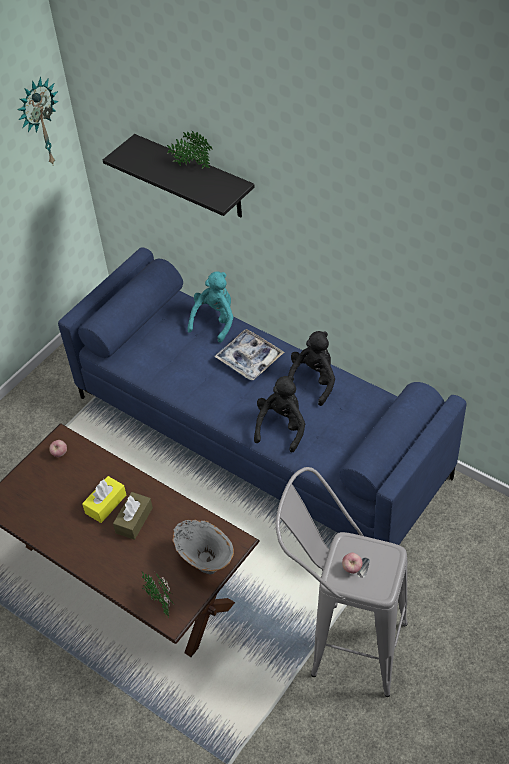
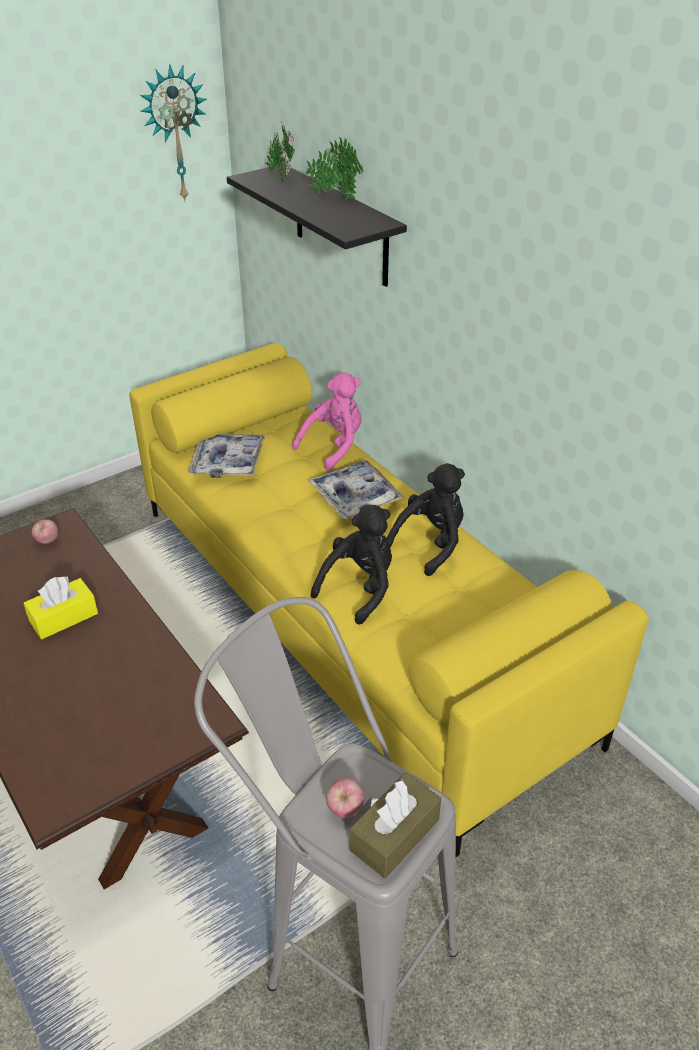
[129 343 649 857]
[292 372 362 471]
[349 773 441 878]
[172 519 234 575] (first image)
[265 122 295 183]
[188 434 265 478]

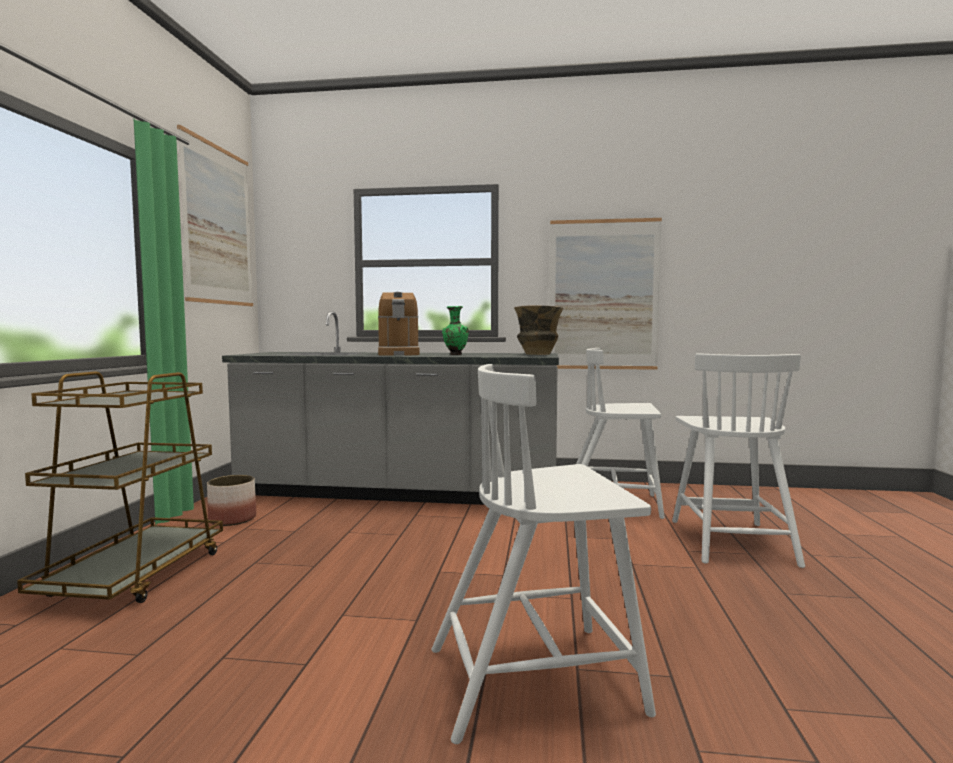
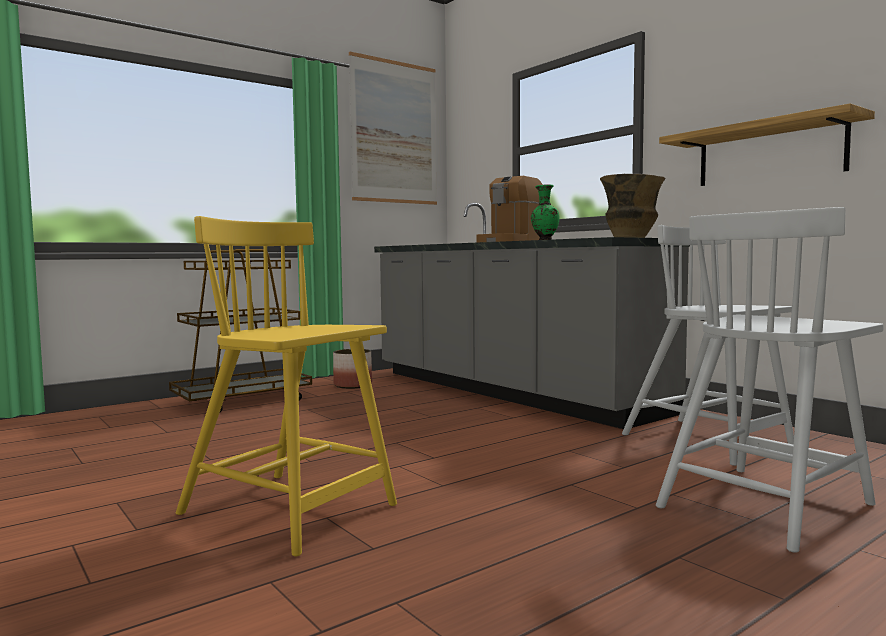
[659 103 875 186]
[176 216 397 556]

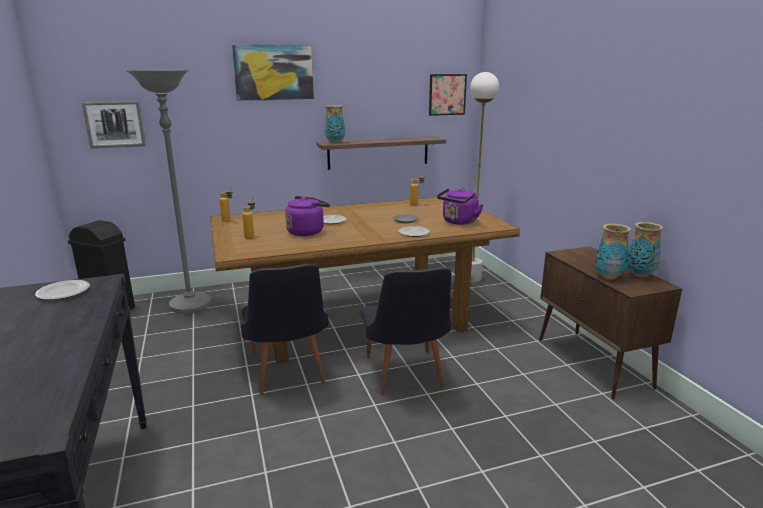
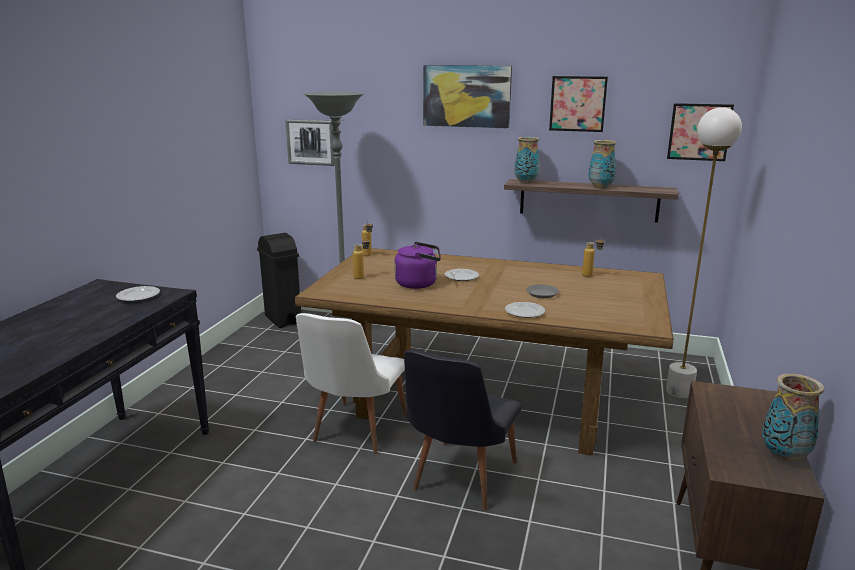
[437 188 483 225] (first image)
[588 140 617 189]
[296 313 407 454]
[549 76 608 132]

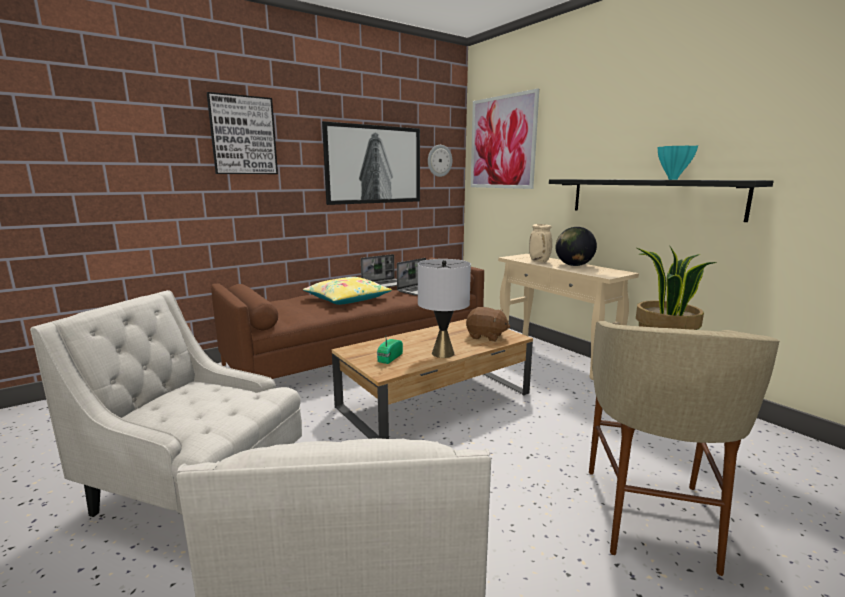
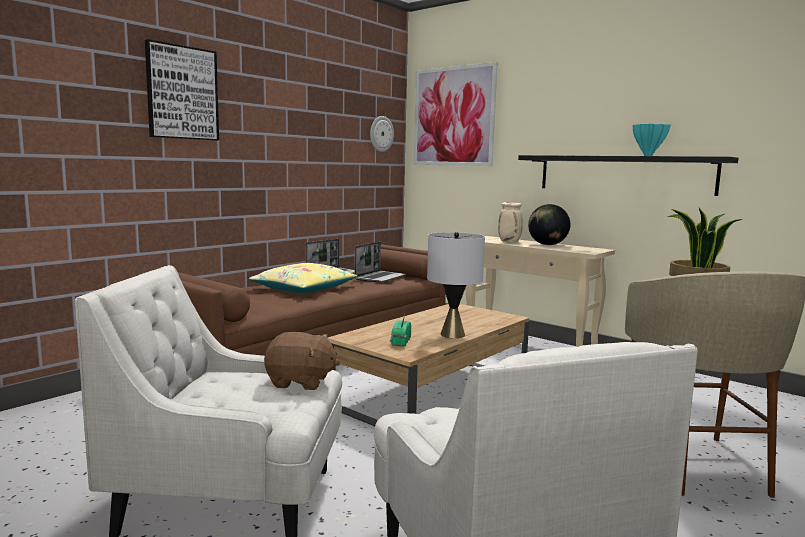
[322 121 420 205] (first image)
[264 332 340 390]

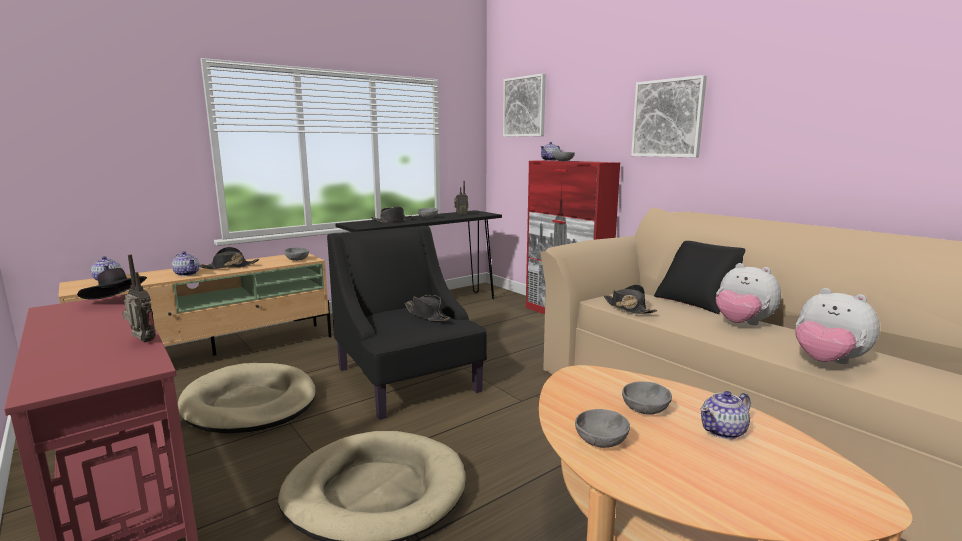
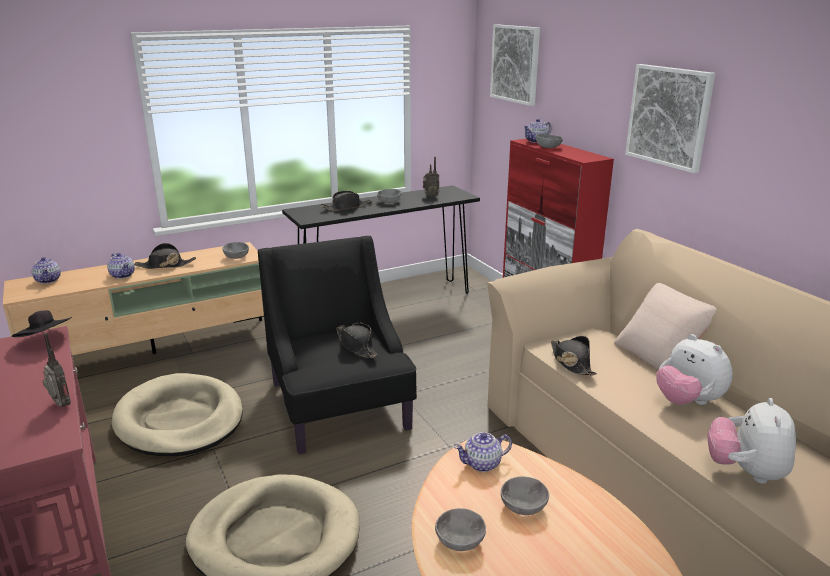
[614 283 716 370]
[707 398 796 484]
[454 432 512 472]

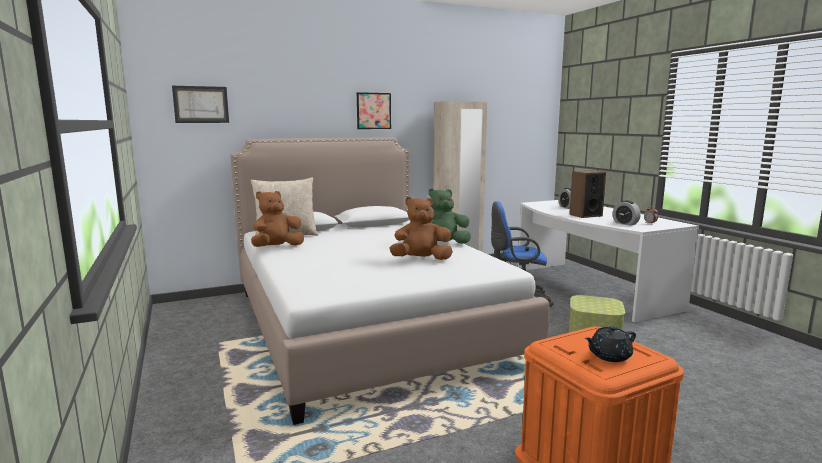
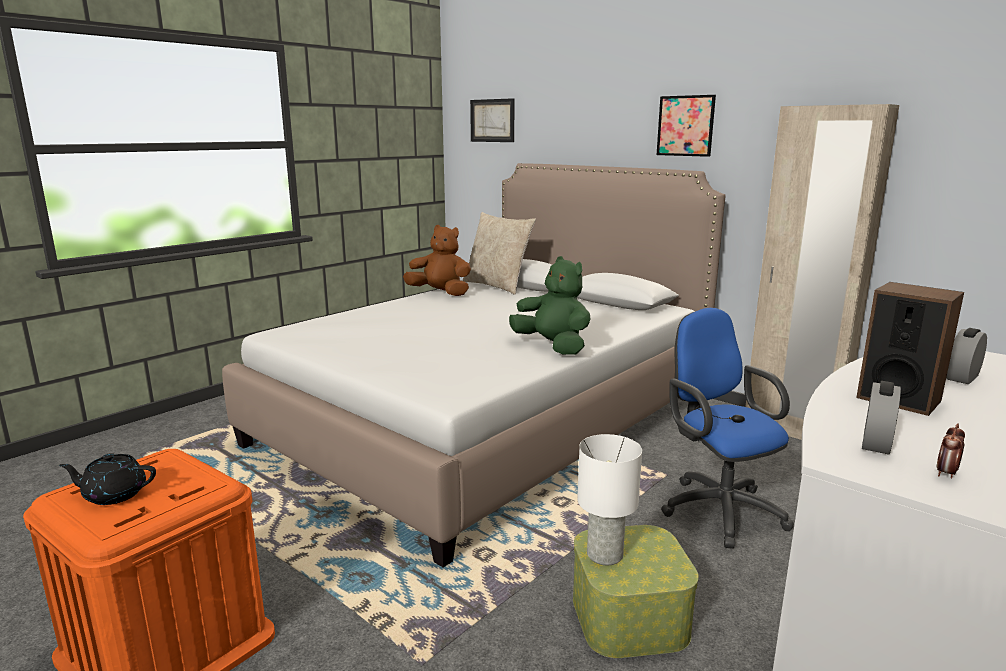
[390 197 453 260] (first image)
[59 453 156 505]
[577 434 642 565]

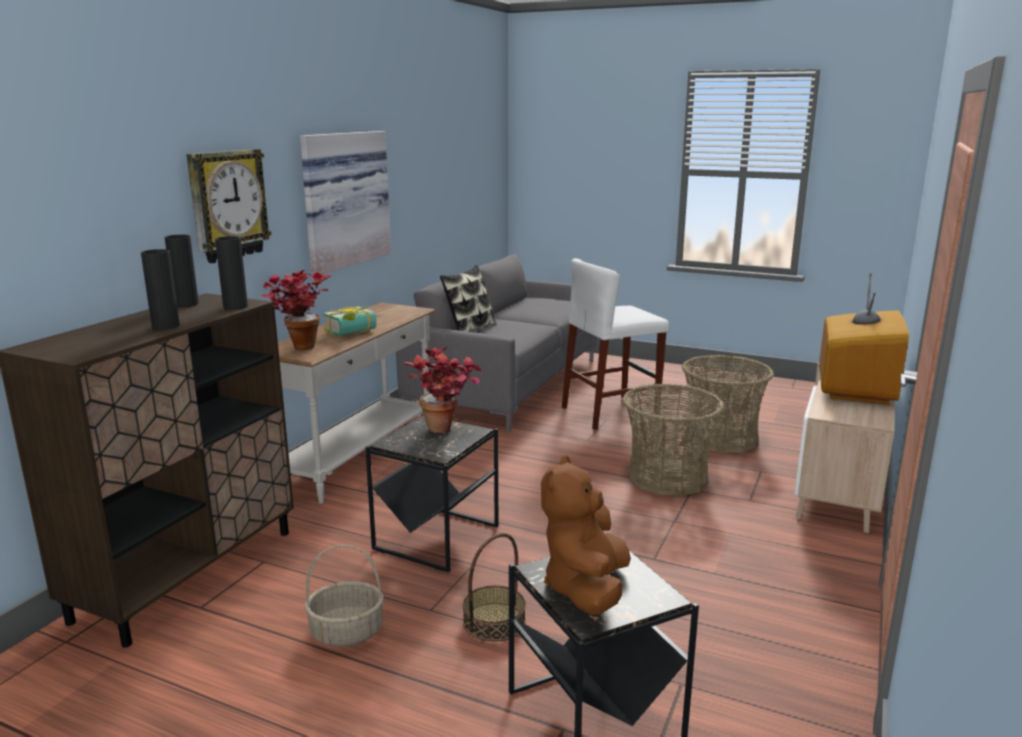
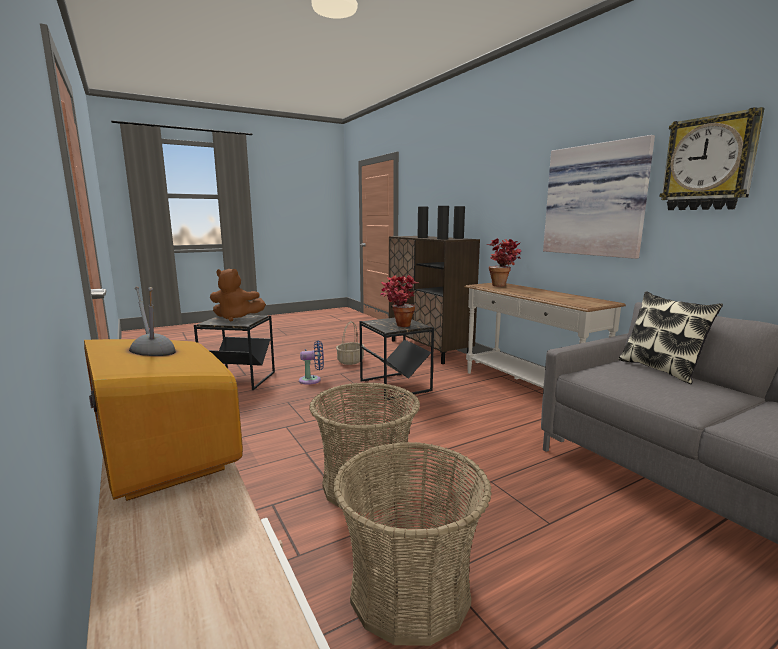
[659 107 765 210]
[562 258 669 430] (first image)
[323 306 377 336] (first image)
[210 269 266 322]
[299 340 324 385]

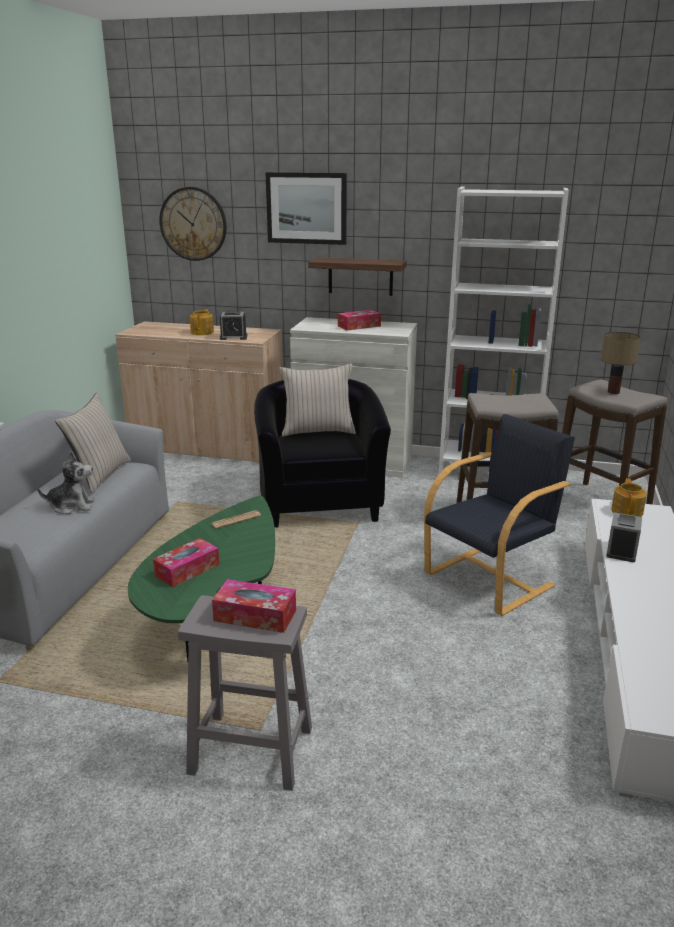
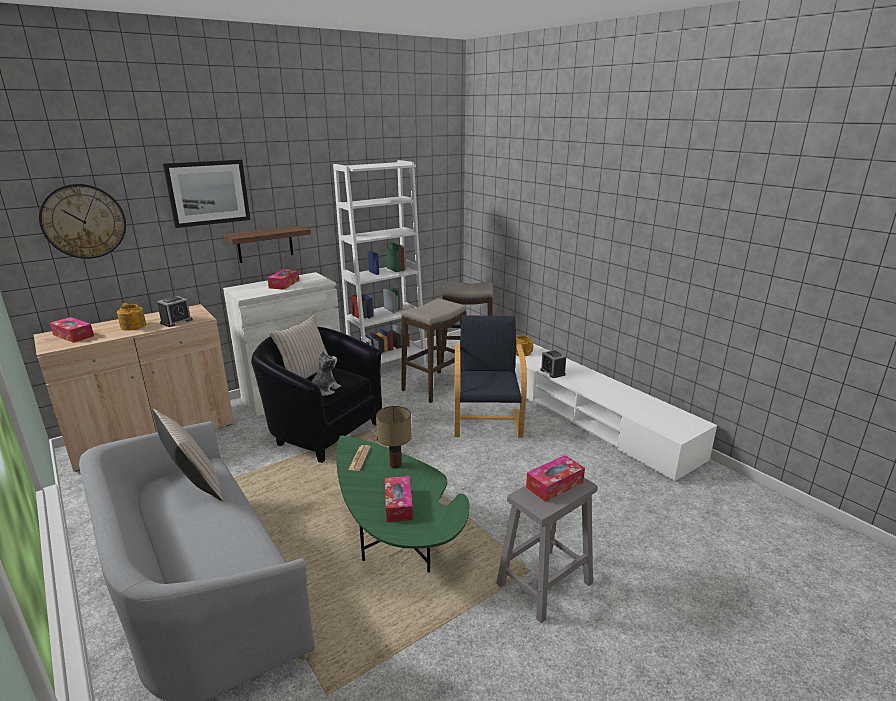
[376 406 412 469]
[311 351 341 396]
[50 317 94 343]

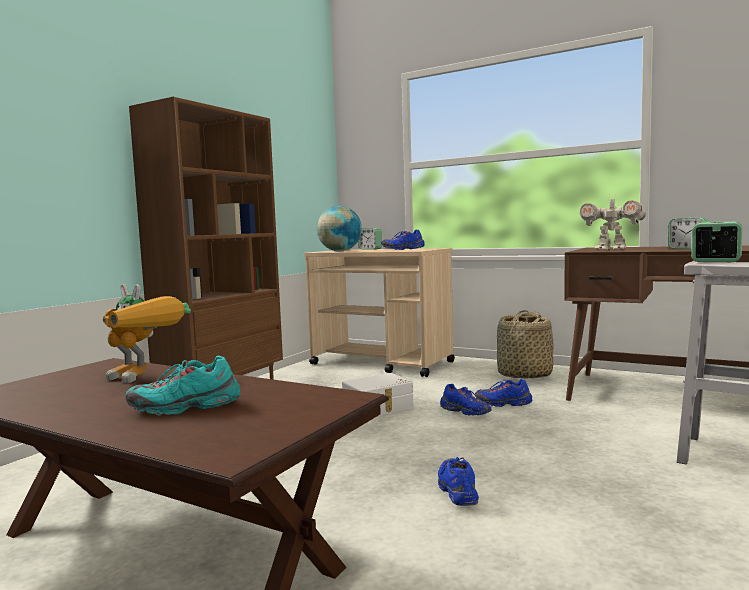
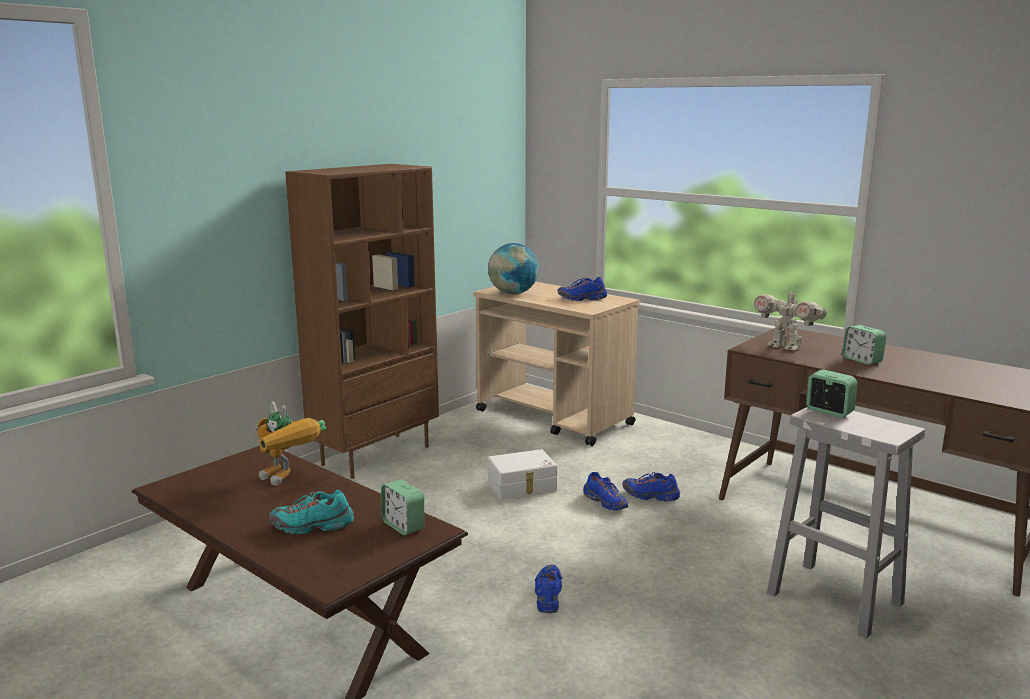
[381 479 424 535]
[497 310 553 379] (first image)

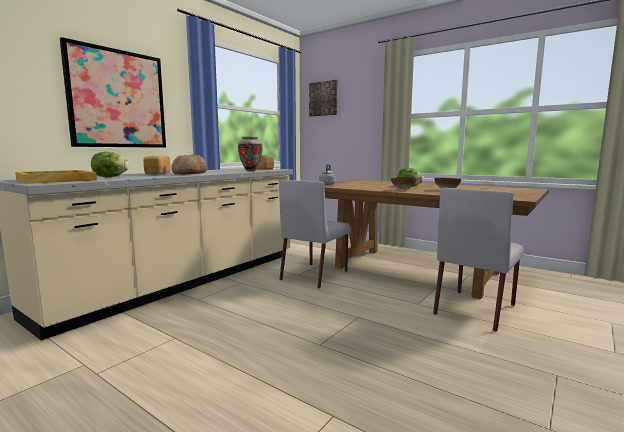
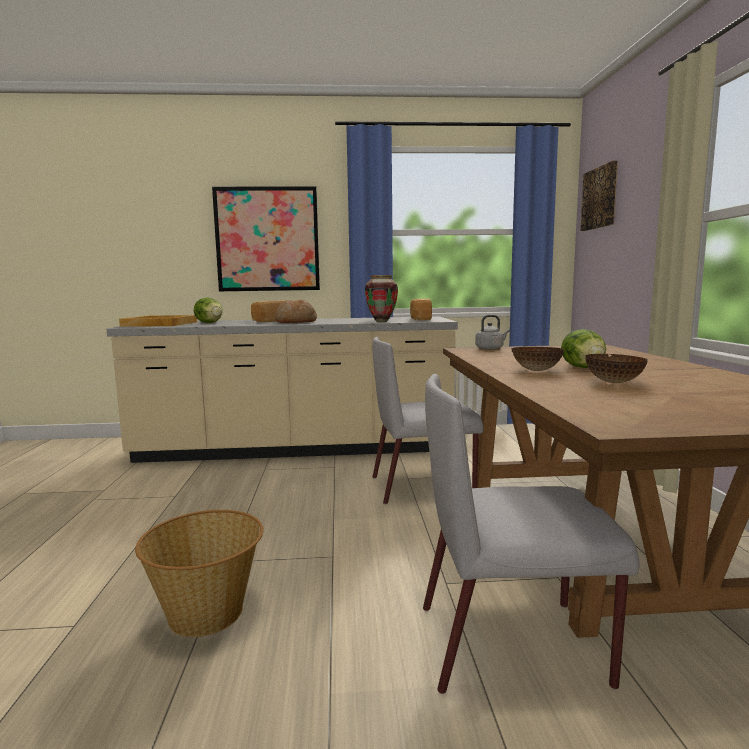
[135 510 264 637]

